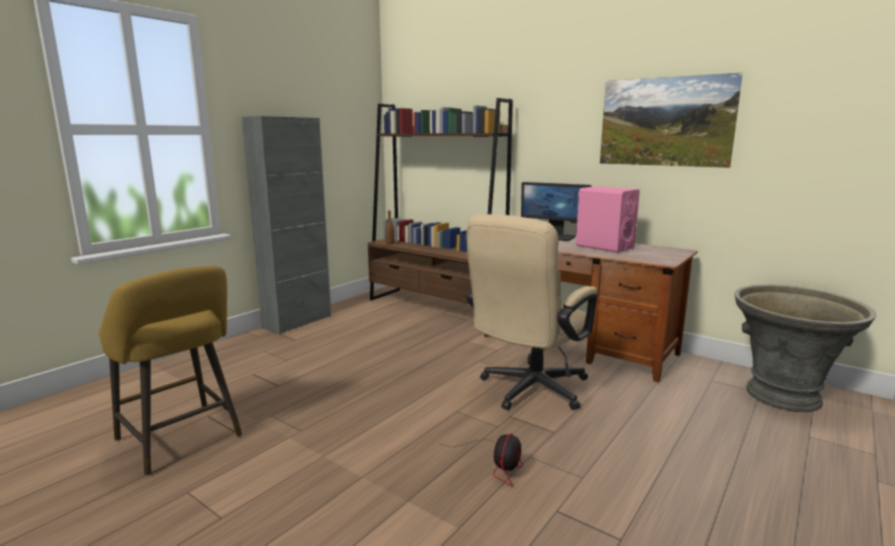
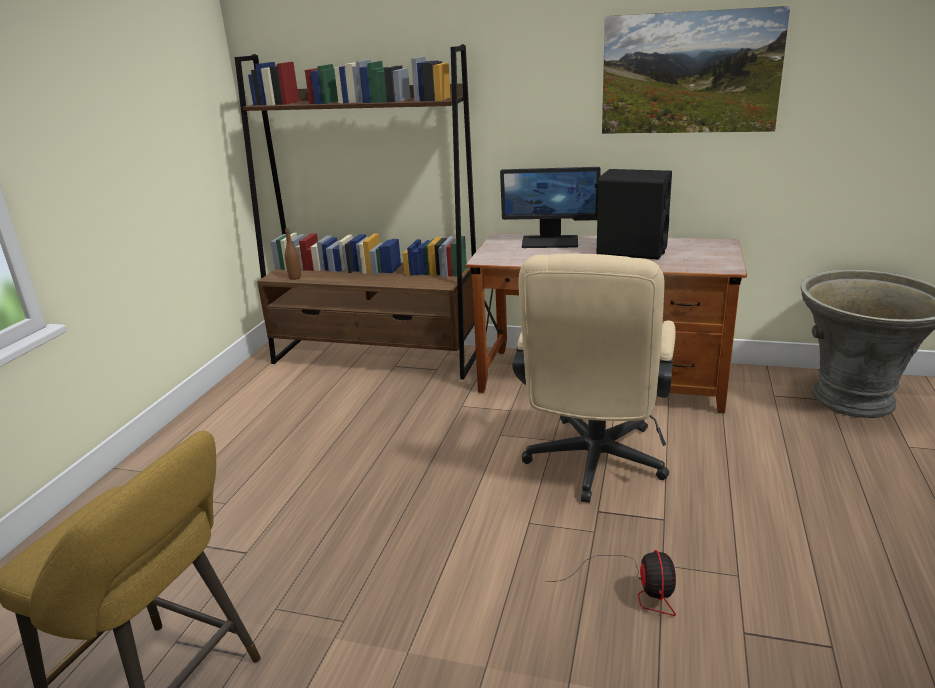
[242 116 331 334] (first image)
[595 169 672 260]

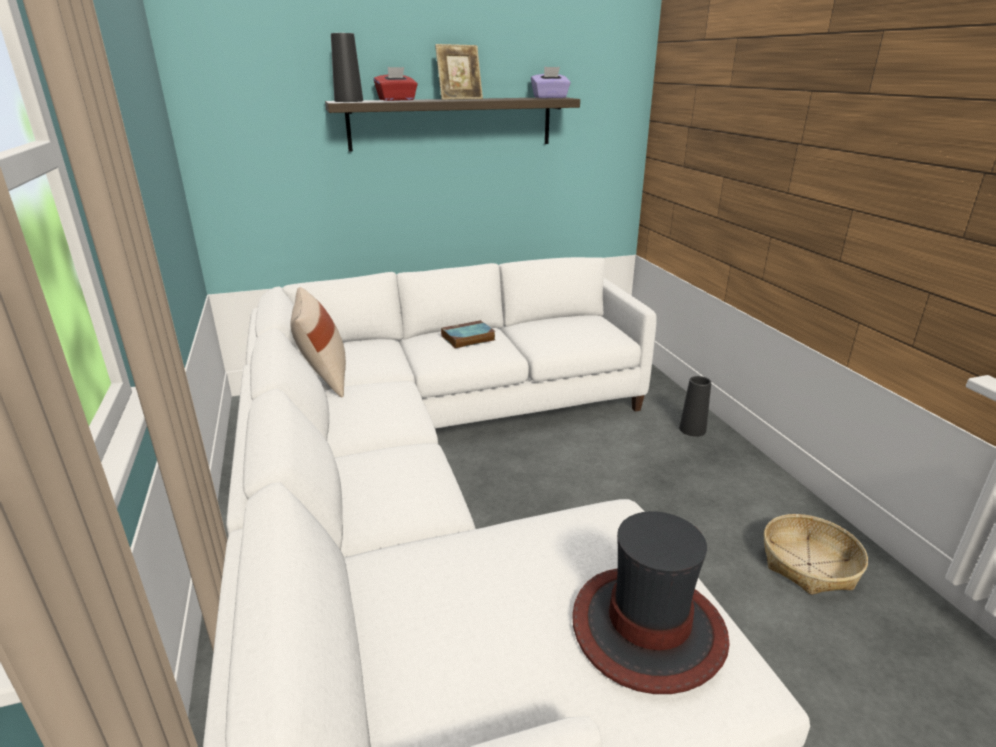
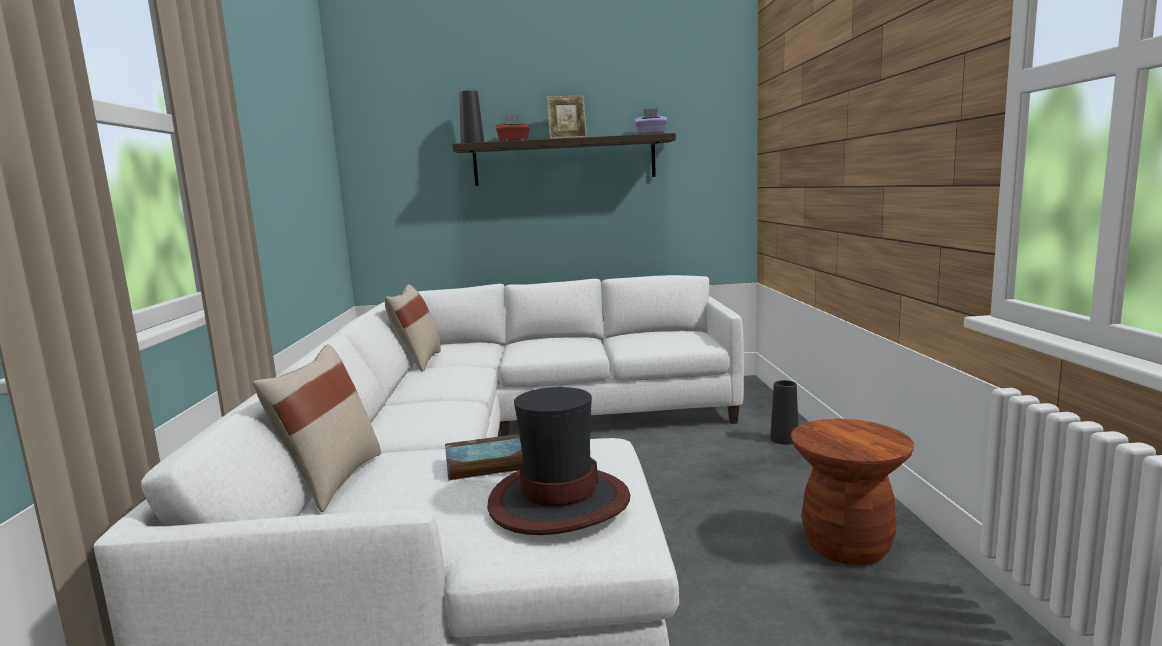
[445 434 523 480]
[791 419 914 565]
[253 344 381 512]

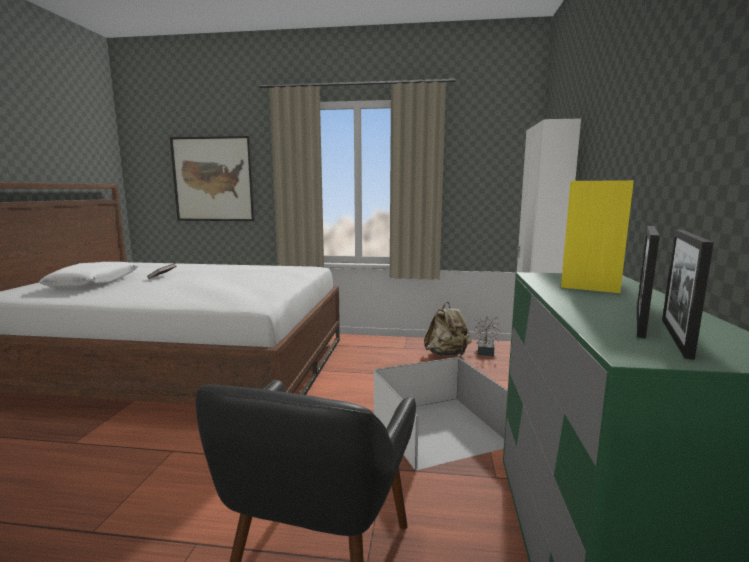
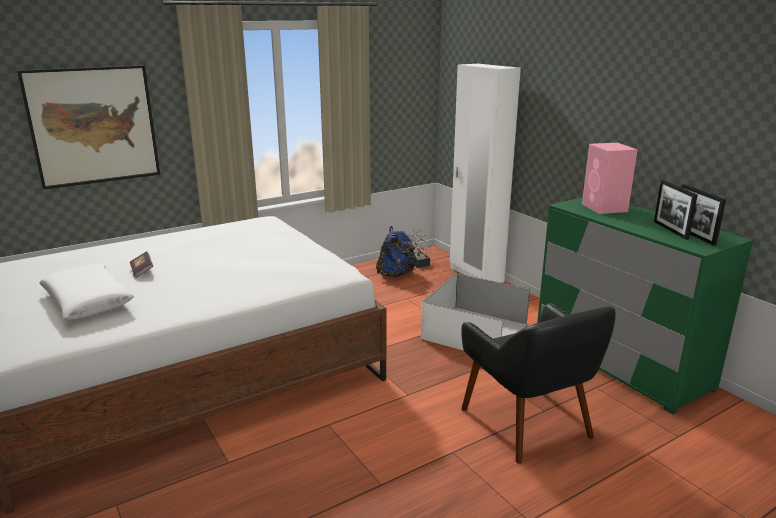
[582 143 637 214]
[376 226 417 277]

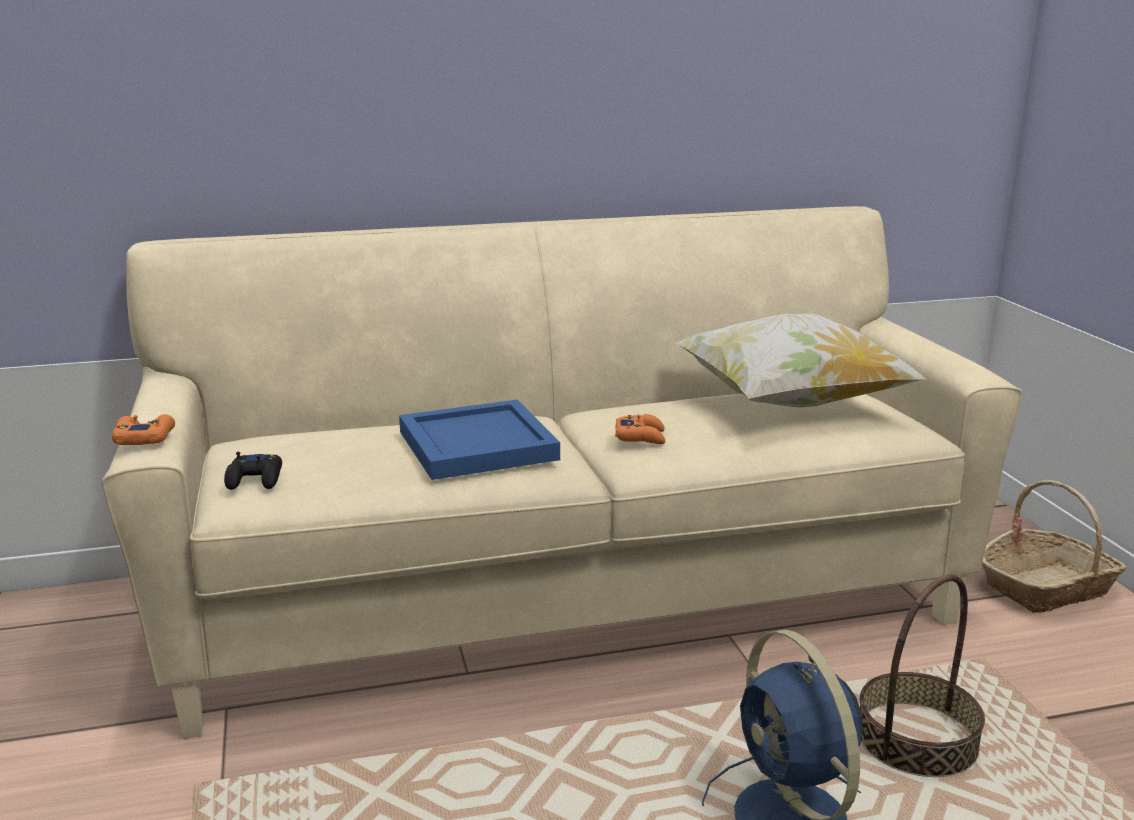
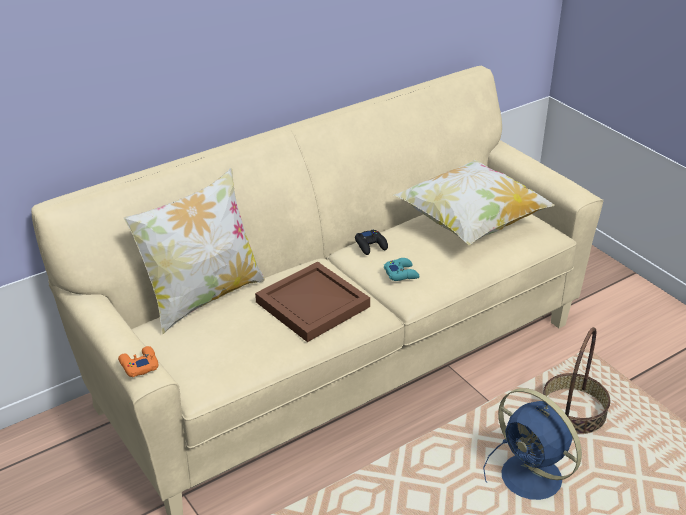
[255 261 370 342]
[384 258 420 281]
[355 229 388 255]
[982 480 1127 613] (first image)
[124 168 265 334]

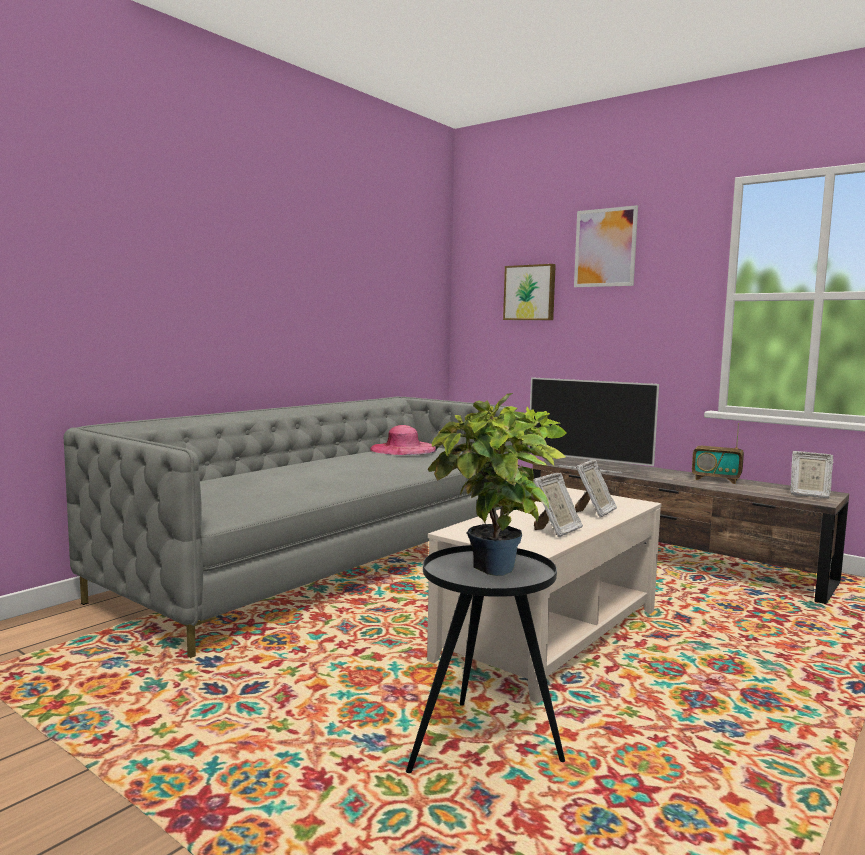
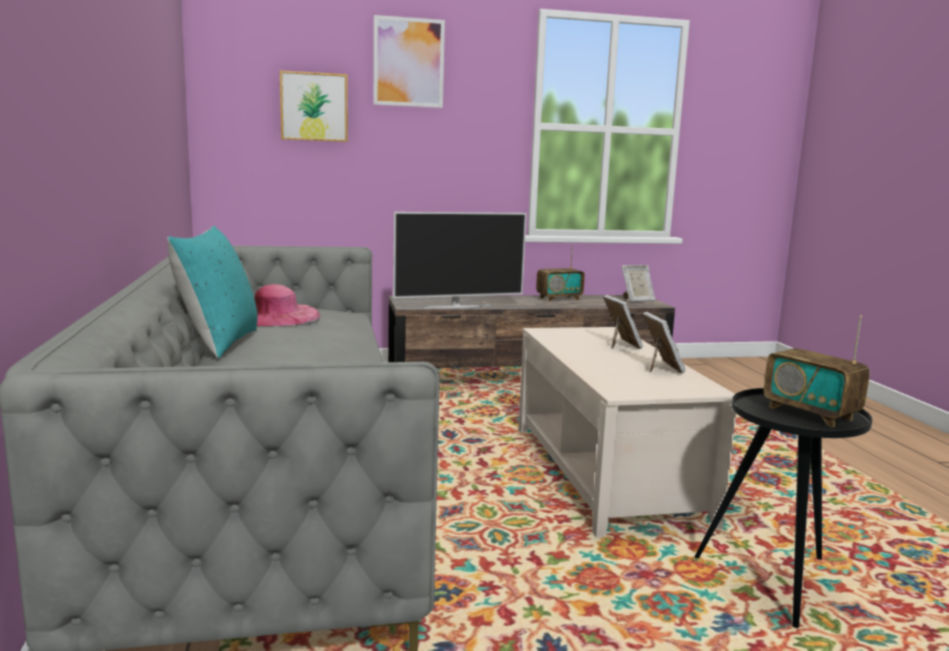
[764 315 870 427]
[167 226 258 358]

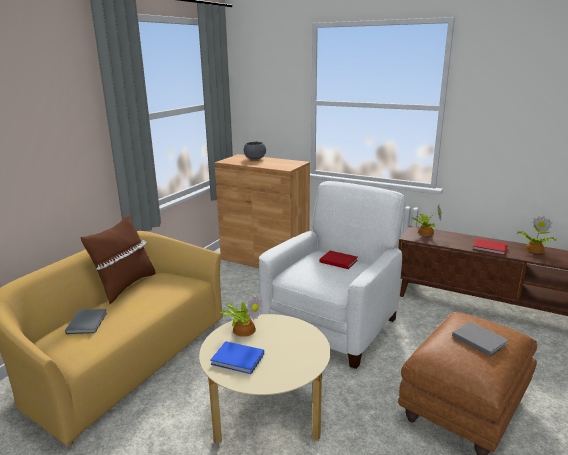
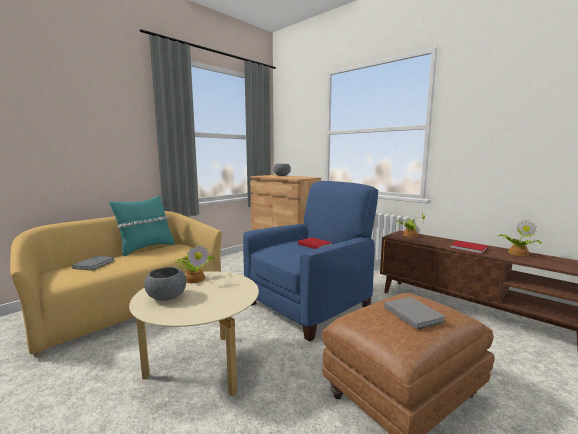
[243 181 378 342]
[109 196 175 256]
[144 267 186 301]

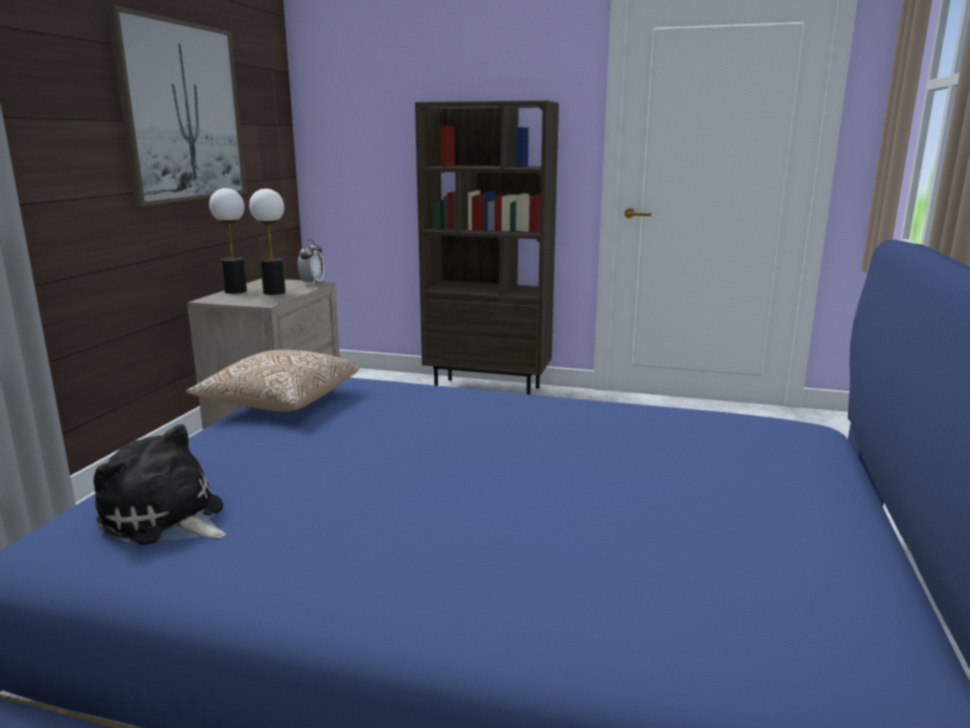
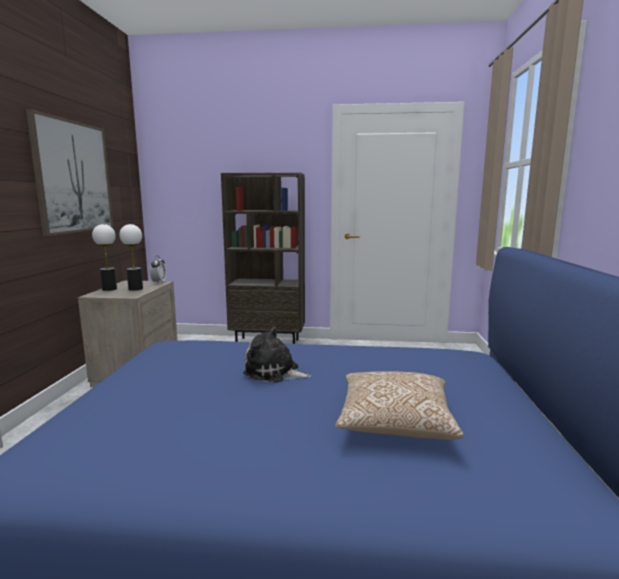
[335 371 464 440]
[243 326 311 383]

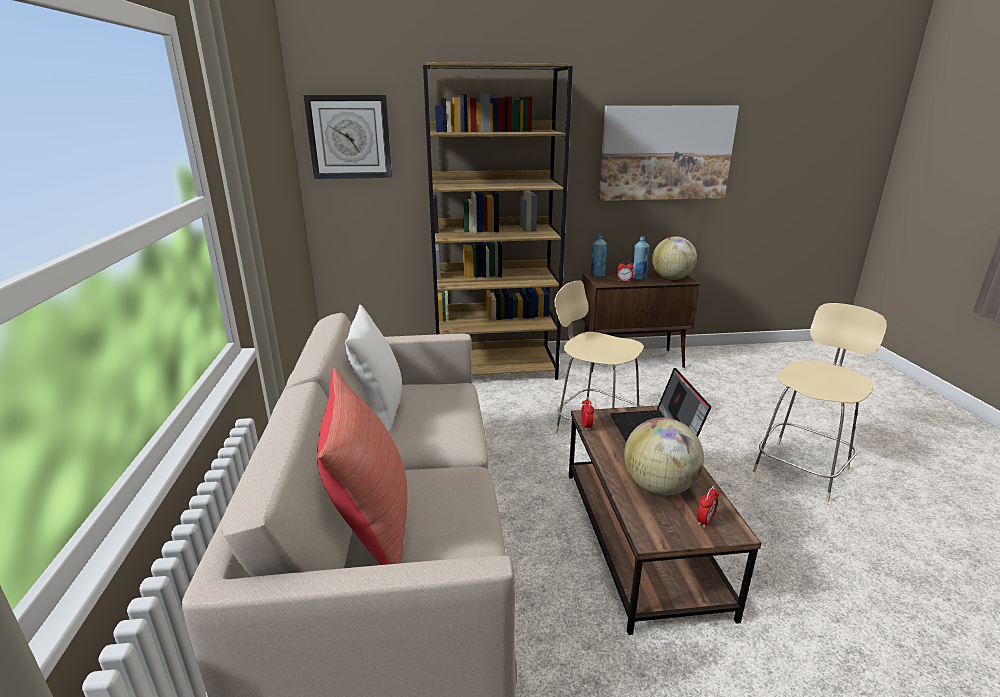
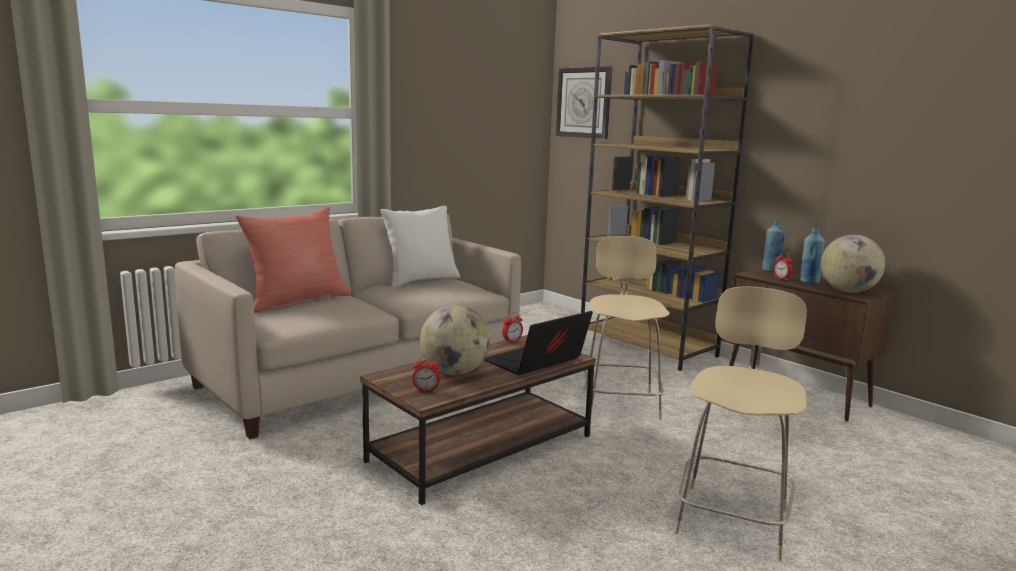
[599 106 739 201] (first image)
[675 286 807 561]

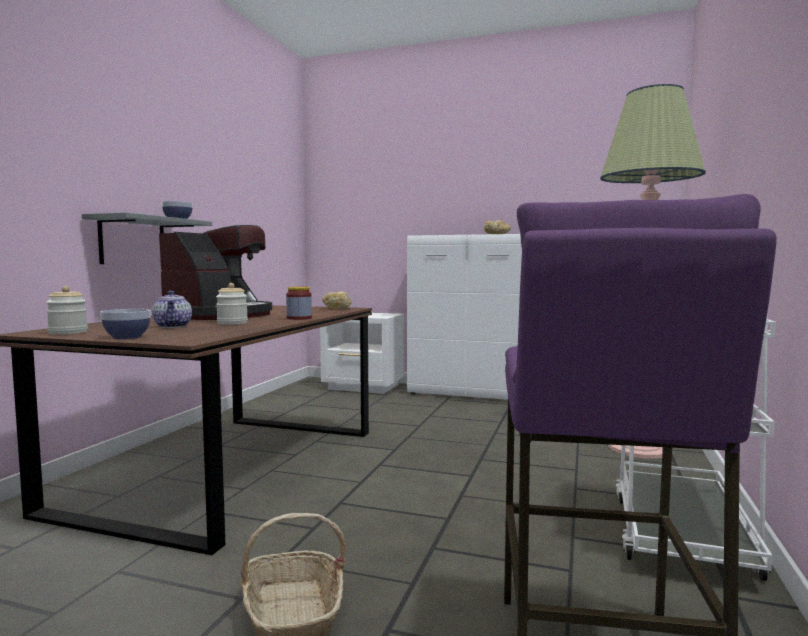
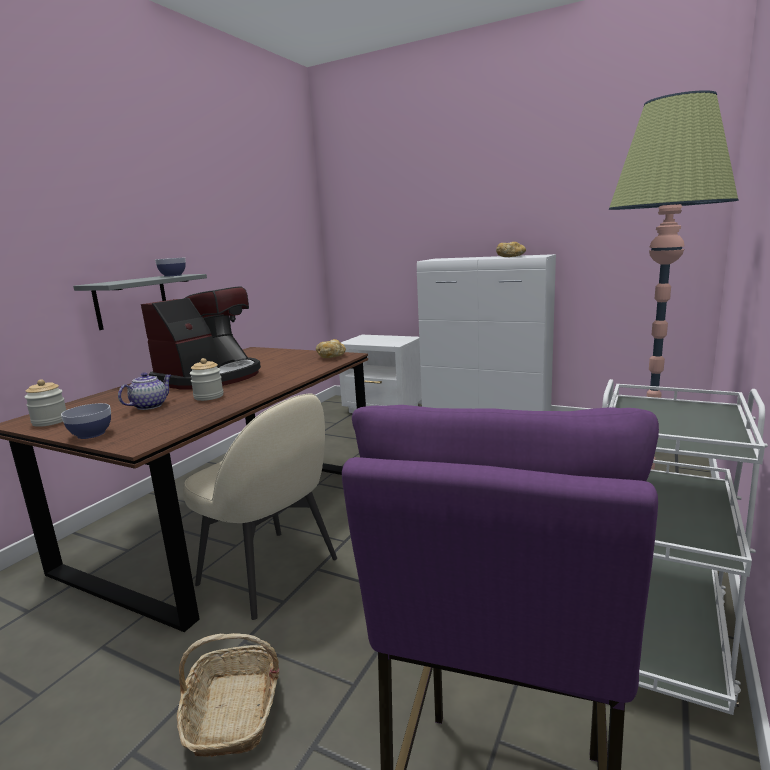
[286 286 312 320] (first image)
[118 372 171 410]
[183 394 337 620]

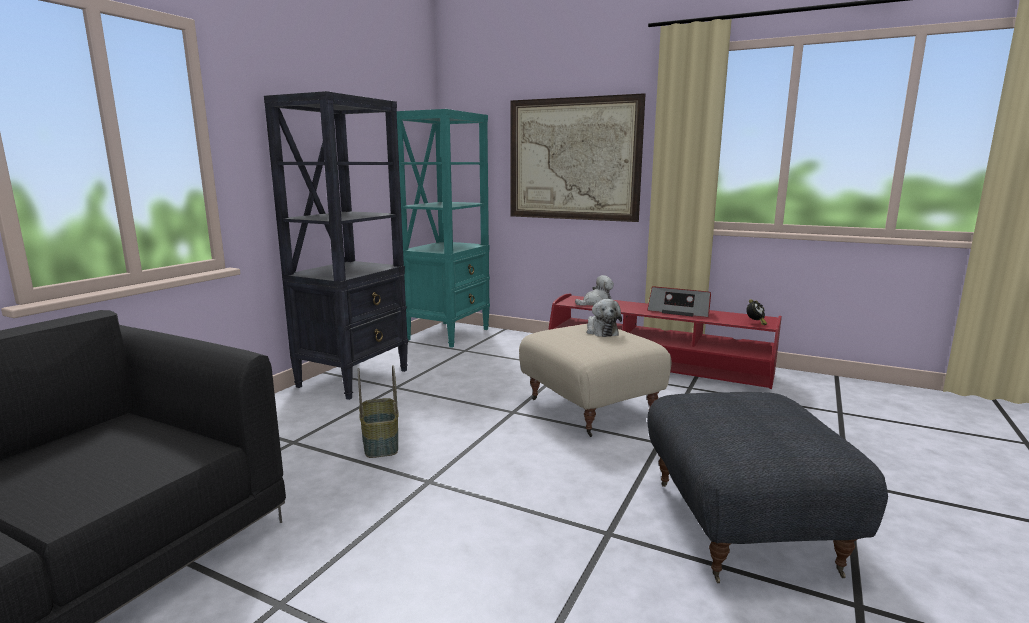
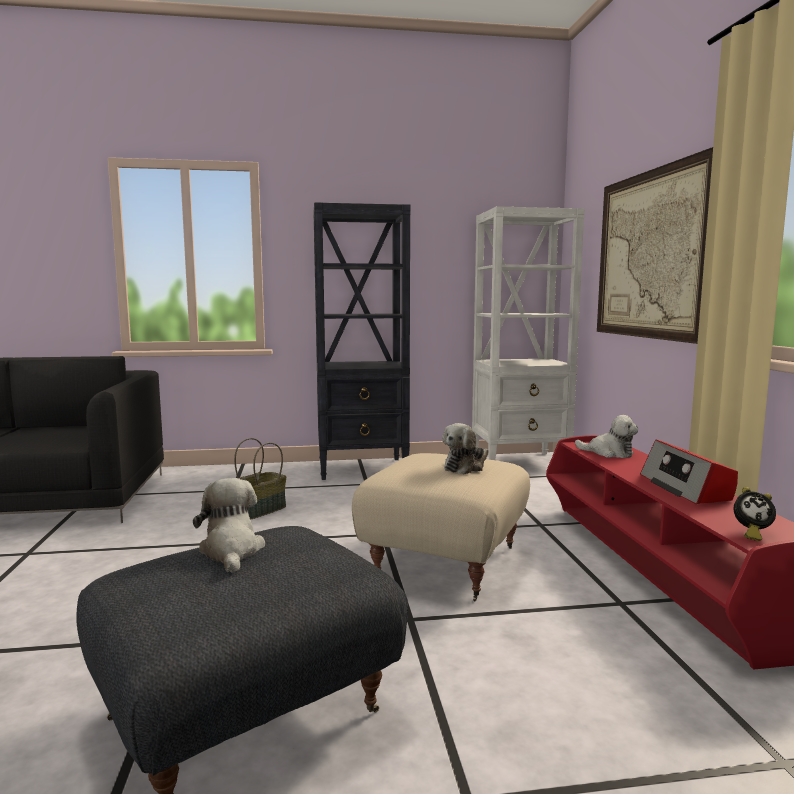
[472 206 585 460]
[193 478 265 573]

